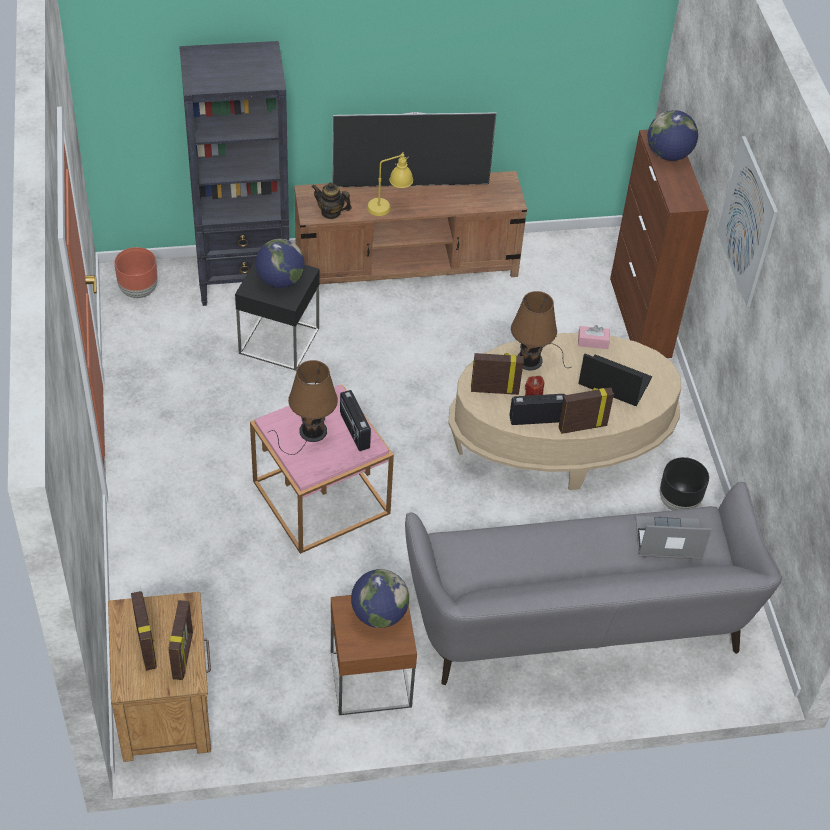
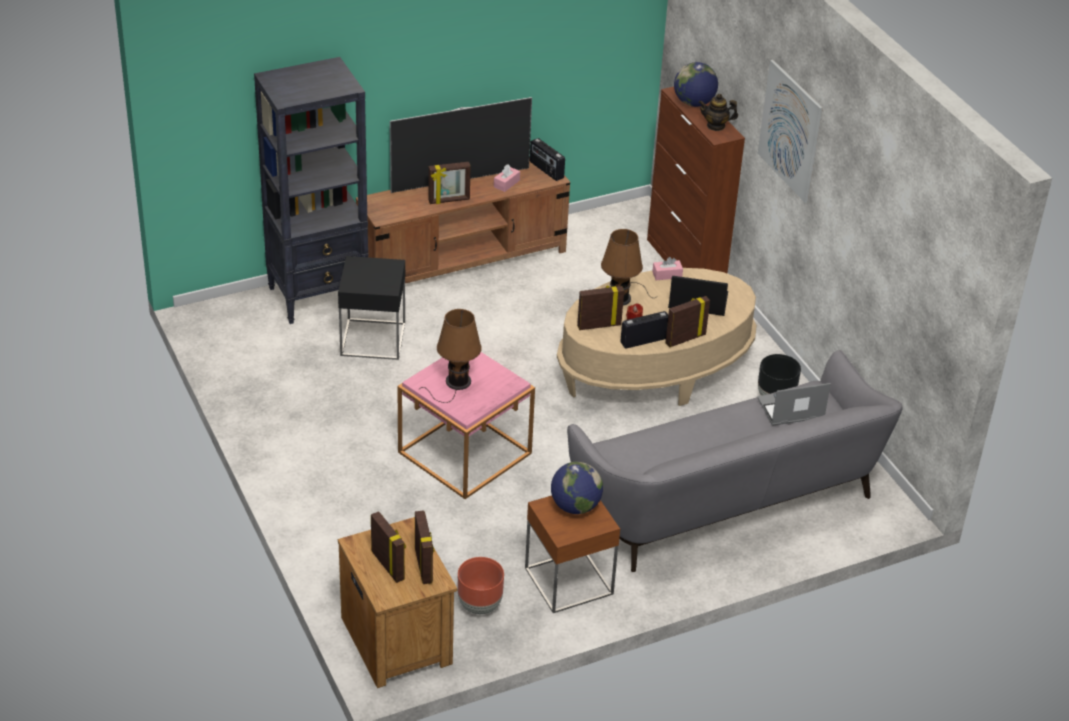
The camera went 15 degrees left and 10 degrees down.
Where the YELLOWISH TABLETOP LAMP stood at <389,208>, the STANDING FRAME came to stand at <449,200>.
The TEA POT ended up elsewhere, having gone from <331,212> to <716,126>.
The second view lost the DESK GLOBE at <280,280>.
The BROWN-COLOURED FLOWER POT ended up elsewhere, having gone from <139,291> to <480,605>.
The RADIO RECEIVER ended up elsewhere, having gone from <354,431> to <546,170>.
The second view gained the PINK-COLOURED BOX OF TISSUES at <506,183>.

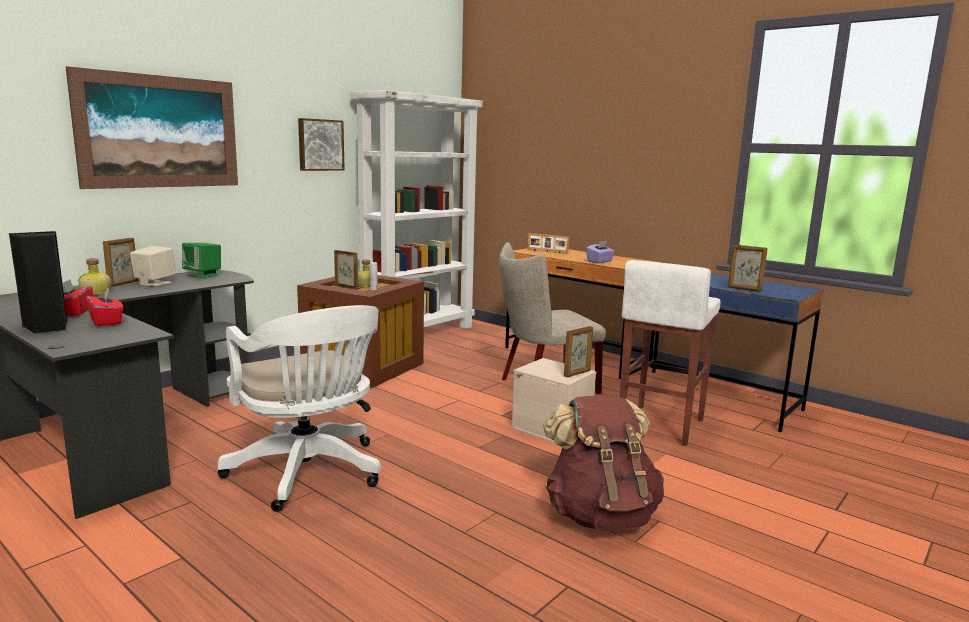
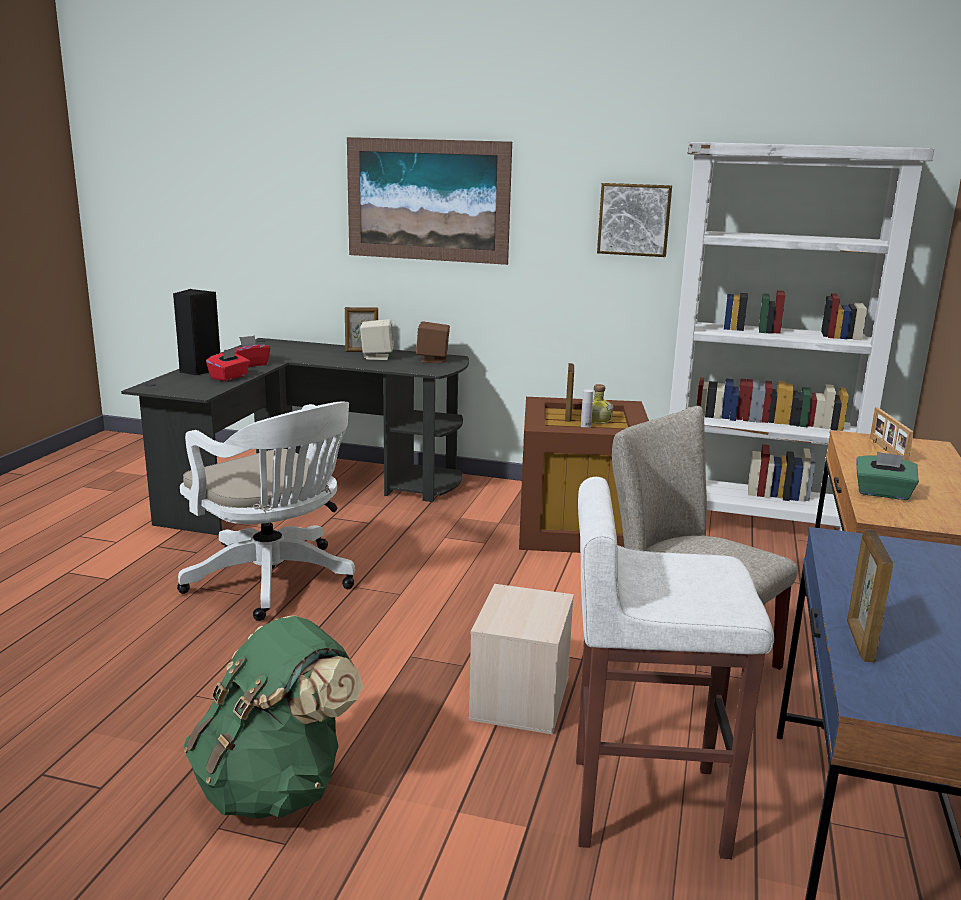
The camera went 65 degrees right and 5 degrees up.
What was the PURPLE-COLOURED BOX OF TISSUES at <599,261> turned into the GREEN-COLOURED BOX OF TISSUES at <882,493>.
What was the GREEN-COLOURED AUDIO SPEAKER at <203,275> turned into the BROWN-COLOURED AUDIO SPEAKER at <433,360>.
The second view lost the BEVERAGE BOTTLE at <96,292>.
The WHITE OFFICE CHAIR at <309,474> ended up facing another way, 75 degrees counterclockwise from before.
The second view lost the STANDING FRAME at <577,373>.
What was the BROWN-COLOURED KNAPSACK at <600,515> turned into the GREEN-COLOURED KNAPSACK at <276,786>.

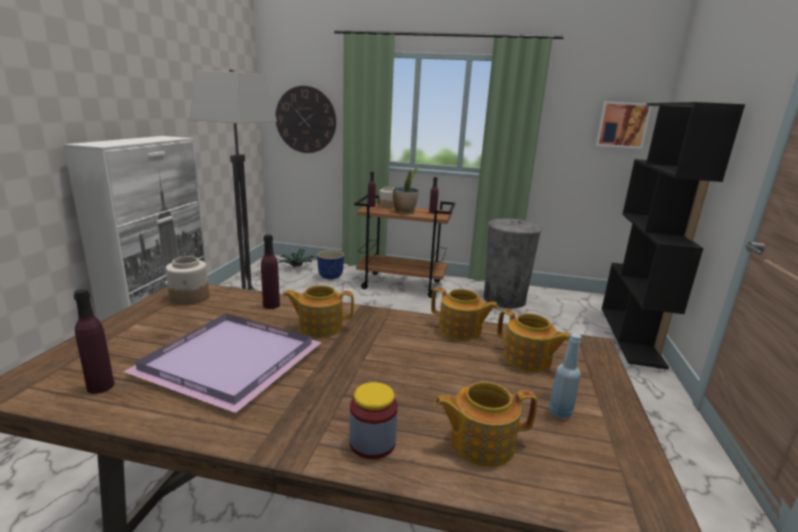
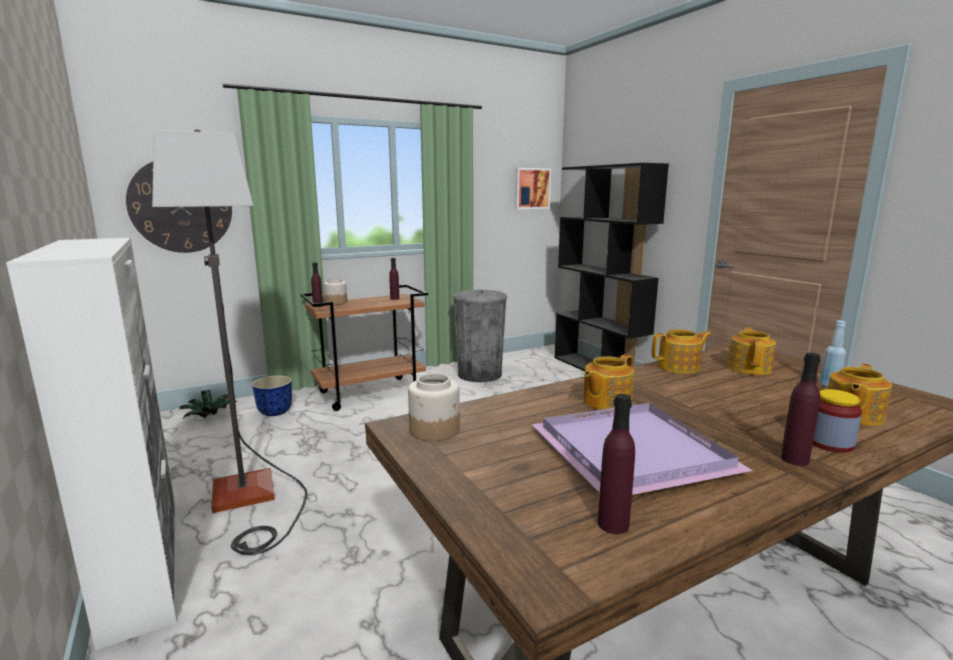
The camera went 40 degrees left and 5 degrees down.
The second view lost the HOUSEPLANT at <404,212>.
The PURPLE-COLOURED BEVERAGE BOTTLE ended up elsewhere, having gone from <271,305> to <794,459>.
The TEA POT at <527,360> ended up facing another way, 75 degrees counterclockwise from before.

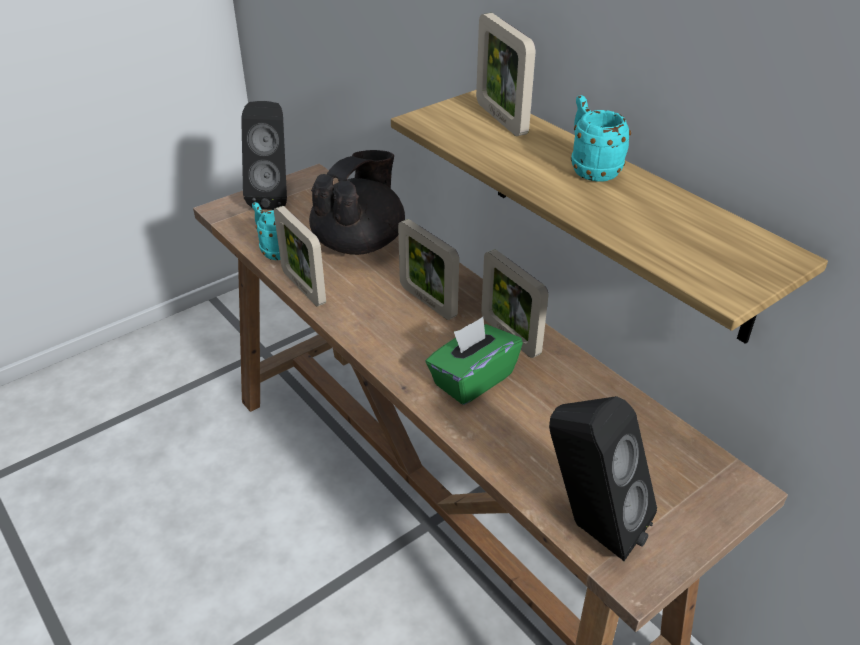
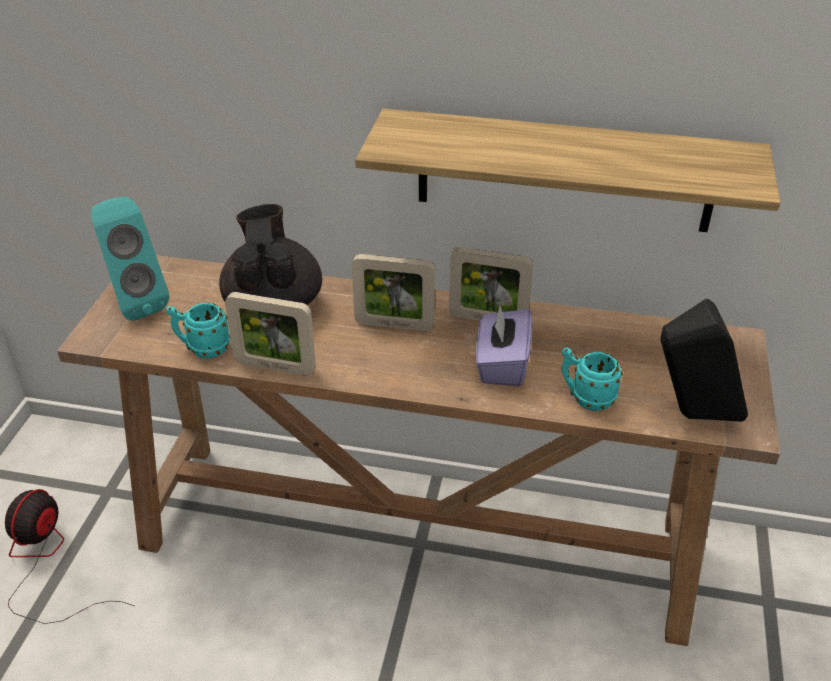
The camera went 40 degrees left and 0 degrees up.
The second view lost the STANDING FRAME at <501,119>.
The TURQUOISE TEA MUG ended up elsewhere, having gone from <590,169> to <586,398>.
What was the BLACK AUDIO SPEAKER at <275,198> turned into the TURQUOISE AUDIO SPEAKER at <135,303>.
What was the GREEN-COLOURED BOX OF TISSUES at <472,379> turned into the PURPLE-COLOURED BOX OF TISSUES at <501,365>.
The second view gained the COOLING FAN at <47,564>.

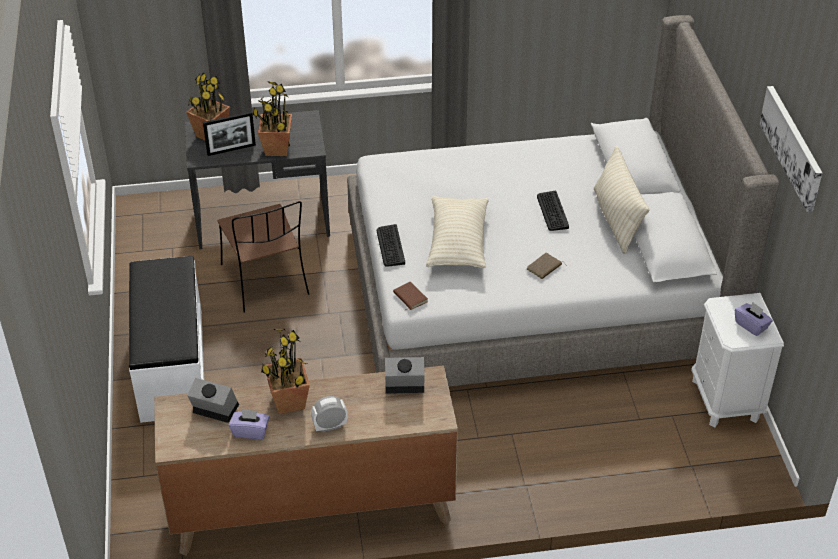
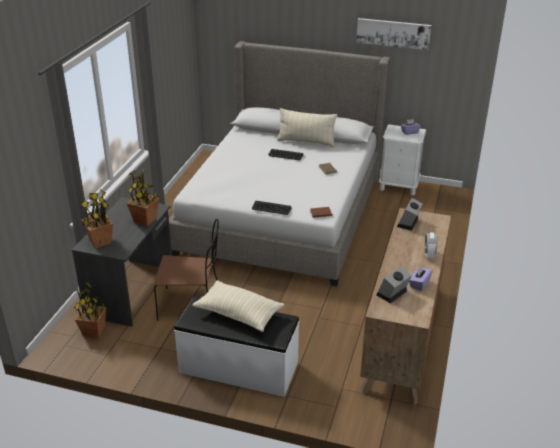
The camera went 65 degrees left and 10 degrees down.
The second view lost the STANDING FRAME at <231,150>.
The BEIGE-COLOURED PILLOW ended up elsewhere, having gone from <457,243> to <238,314>.
The HOUSEPLANT ended up elsewhere, having gone from <289,402> to <94,332>.

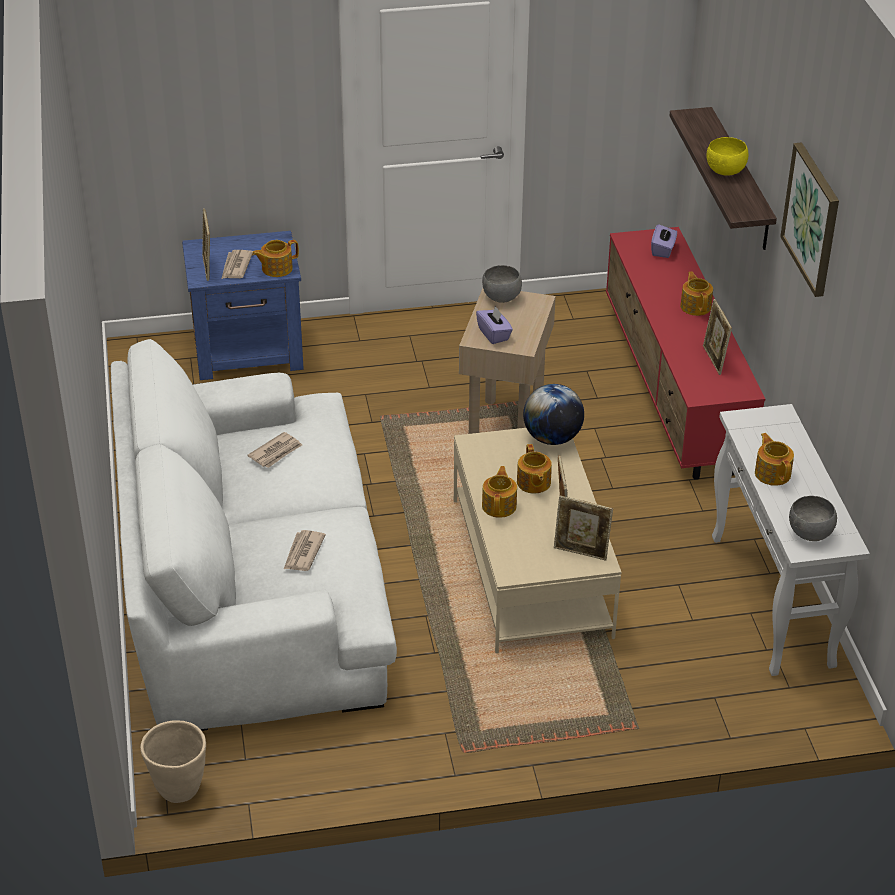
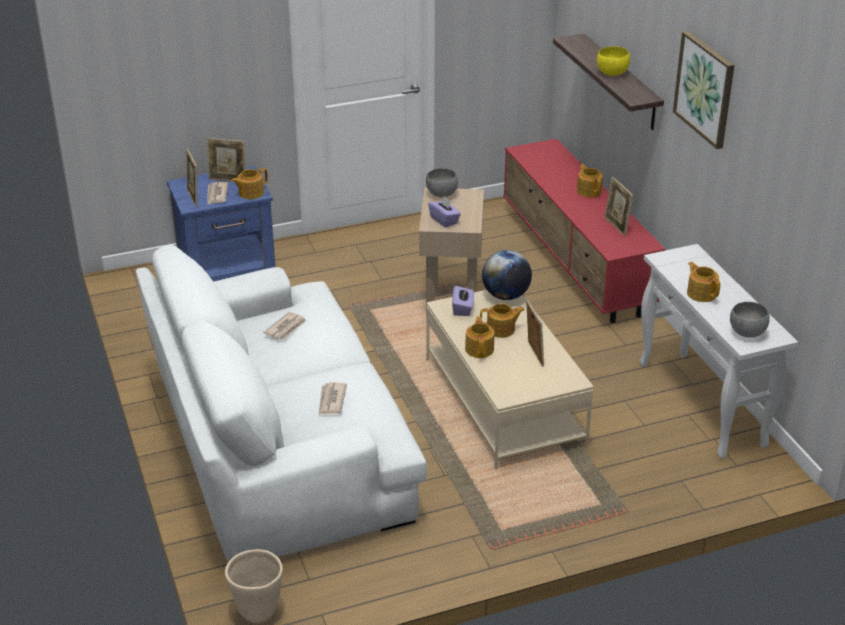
The camera went 10 degrees left and 5 degrees down.
The PURPLE-COLOURED BOX OF TISSUES ended up elsewhere, having gone from <663,250> to <462,309>.
The TEA POT at <533,483> ended up facing another way, 75 degrees counterclockwise from before.
The STANDING FRAME ended up elsewhere, having gone from <581,552> to <228,180>.

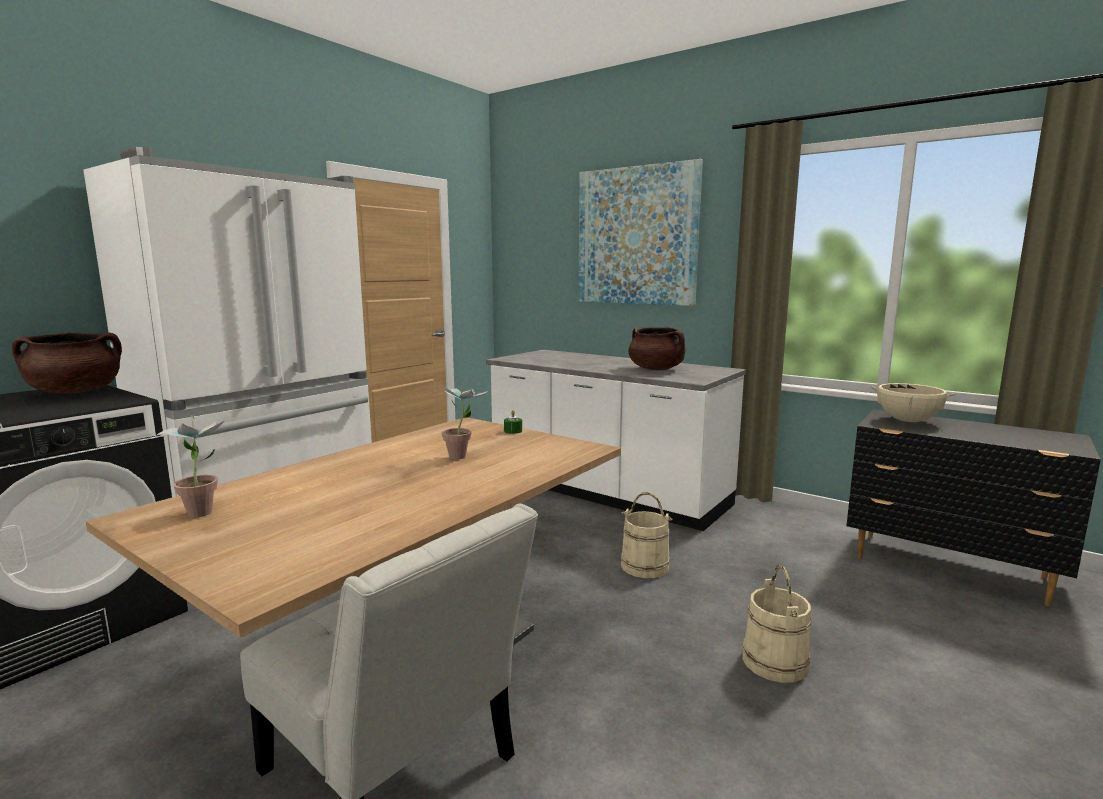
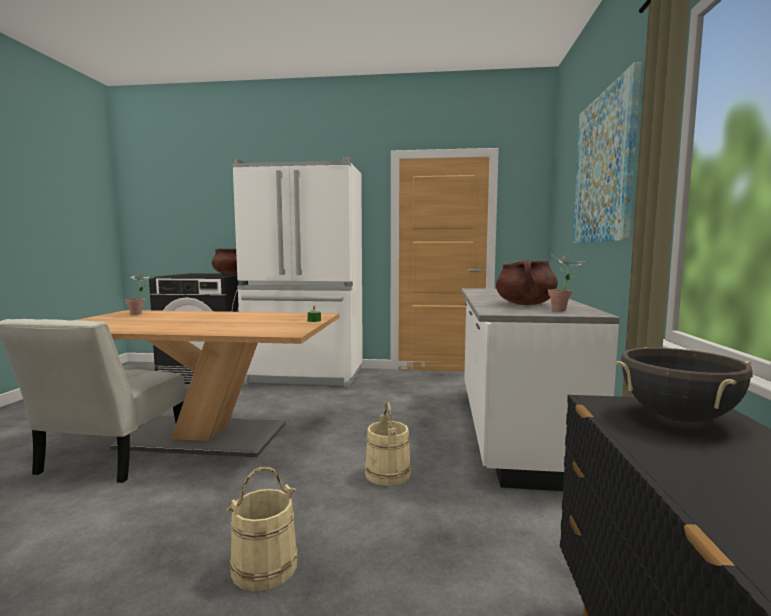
The camera went 60 degrees right and 5 degrees down.
The HOUSEPLANT ended up elsewhere, having gone from <463,455> to <564,310>.
What was the BEIGE-COLOURED COOKING POT at <907,421> turned into the BLACK COOKING POT at <677,418>.

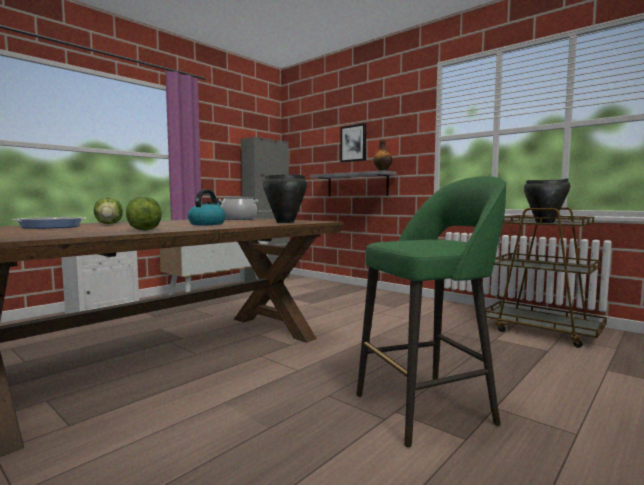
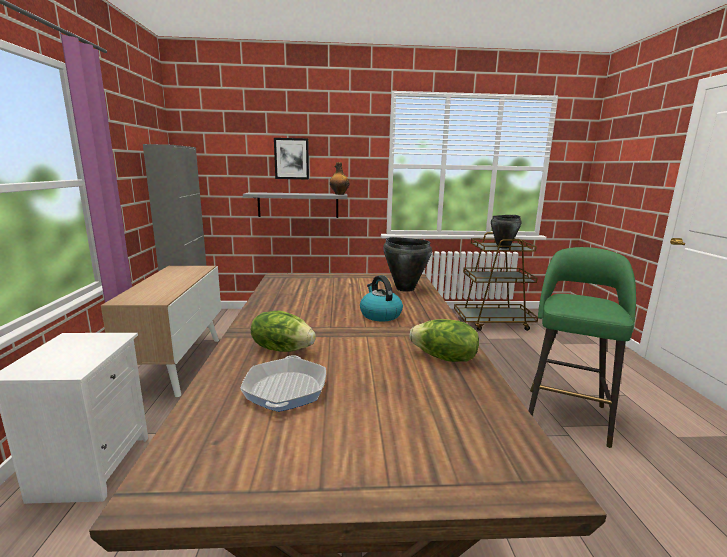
The camera went 45 degrees left and 10 degrees up.
The second view lost the COOKING POT at <239,219>.

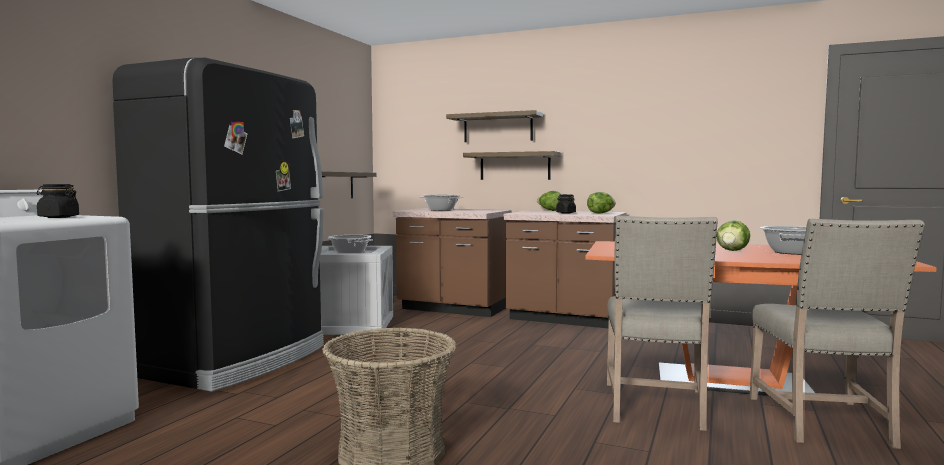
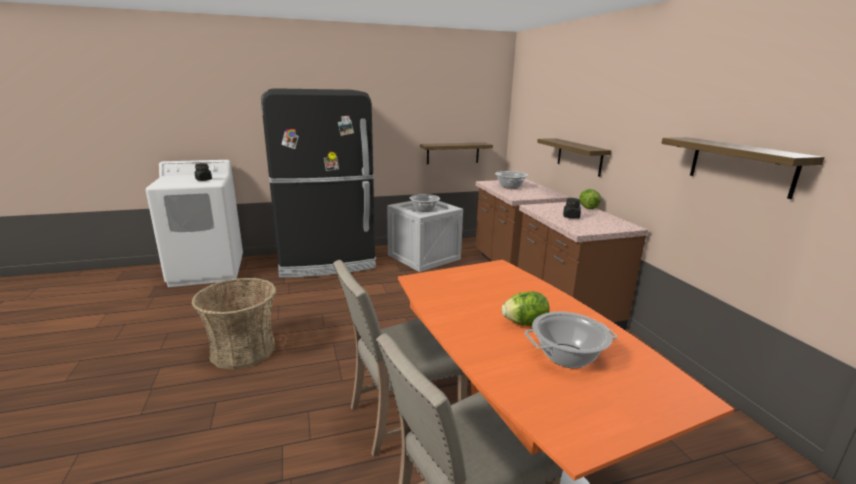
The camera went 50 degrees right and 15 degrees up.
The SHELF ended up elsewhere, having gone from <498,128> to <740,166>.
The second view lost the LETTUCE at <600,213>.

